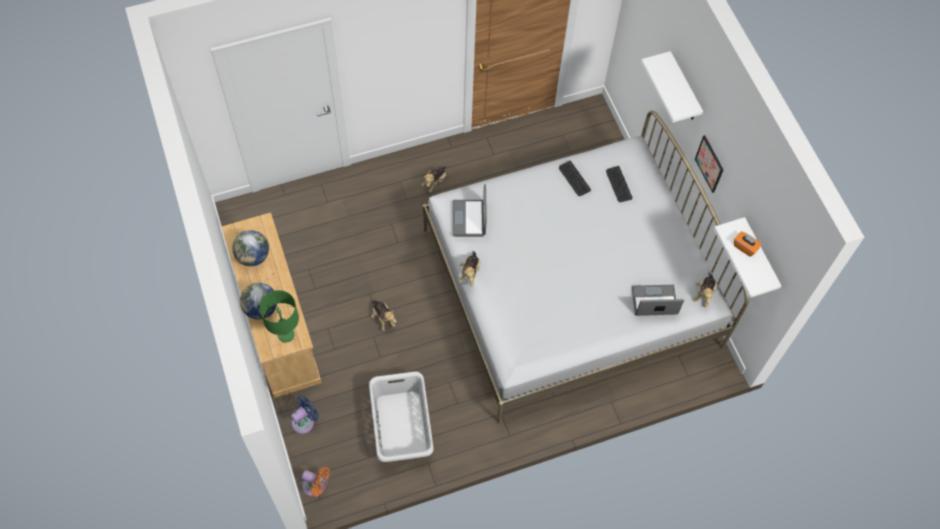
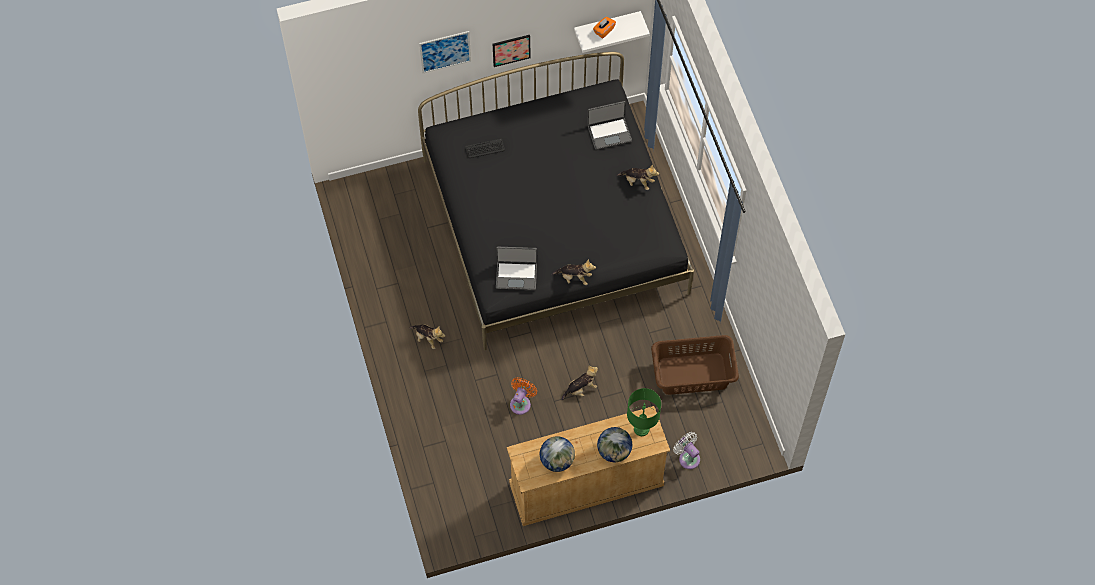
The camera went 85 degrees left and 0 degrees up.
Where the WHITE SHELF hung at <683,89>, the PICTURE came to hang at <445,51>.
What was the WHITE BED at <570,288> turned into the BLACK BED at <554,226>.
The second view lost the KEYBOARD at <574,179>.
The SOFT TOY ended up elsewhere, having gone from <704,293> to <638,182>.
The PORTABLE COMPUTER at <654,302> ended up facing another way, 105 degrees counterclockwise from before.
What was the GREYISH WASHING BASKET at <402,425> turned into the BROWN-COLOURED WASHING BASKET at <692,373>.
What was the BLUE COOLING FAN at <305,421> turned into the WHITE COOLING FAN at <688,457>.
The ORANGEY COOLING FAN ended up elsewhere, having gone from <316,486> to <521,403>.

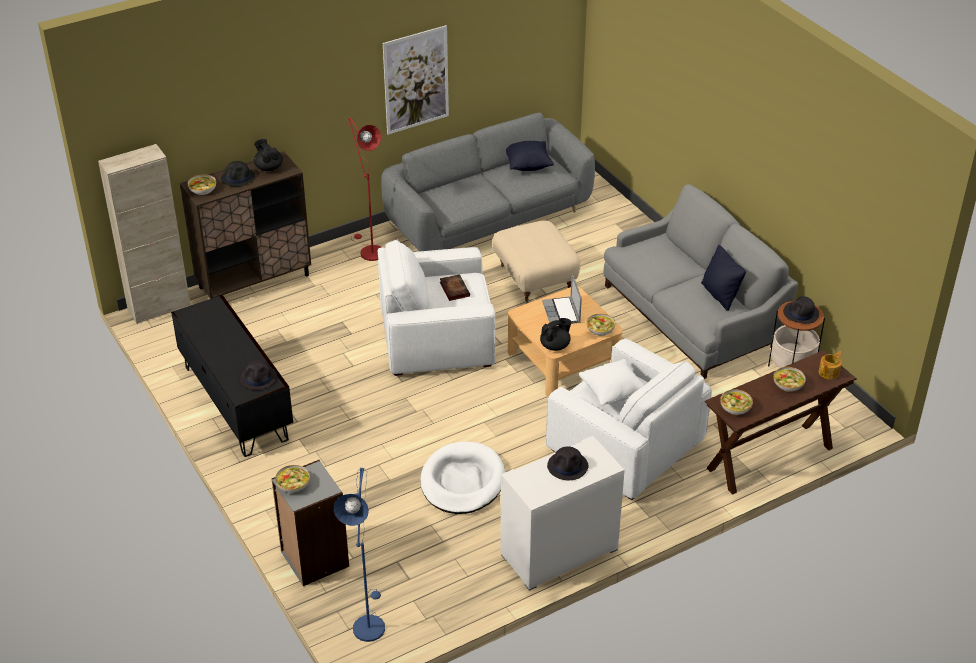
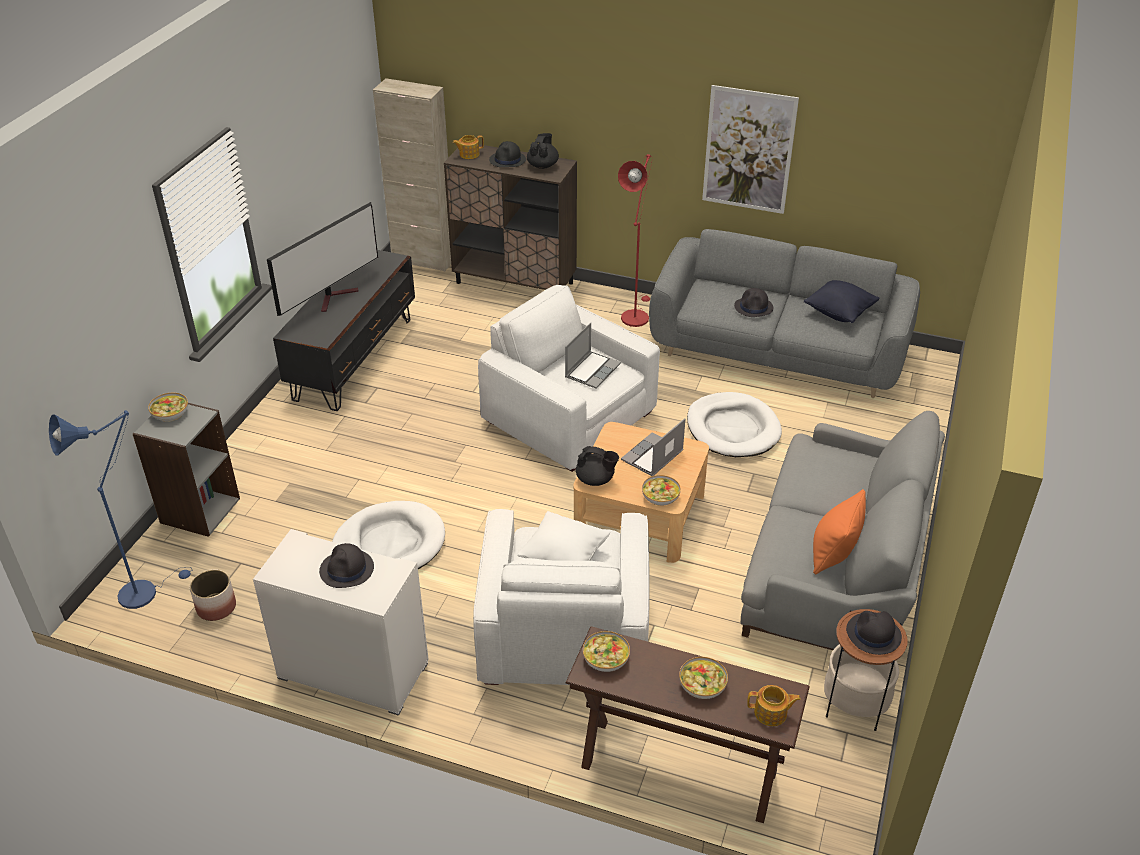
The camera went 50 degrees right and 0 degrees up.
Where the BOWL stood at <202,189>, the TEA POT came to stand at <468,154>.
Where the BEIGE-COLOURED POUFFE stood at <534,280>, the WHITE PET BED came to stand at <733,429>.
What was the BLACK PILLOW at <720,295> turned into the ORANGEY PILLOW at <833,554>.
Where the BOOK stood at <454,289>, the PORTABLE COMPUTER came to stand at <592,370>.
The BLACK WEARABLE HAT ended up elsewhere, having gone from <259,378> to <754,307>.
The second view gained the TELEVISION at <335,297>.
The second view gained the FLOWER POT at <216,607>.

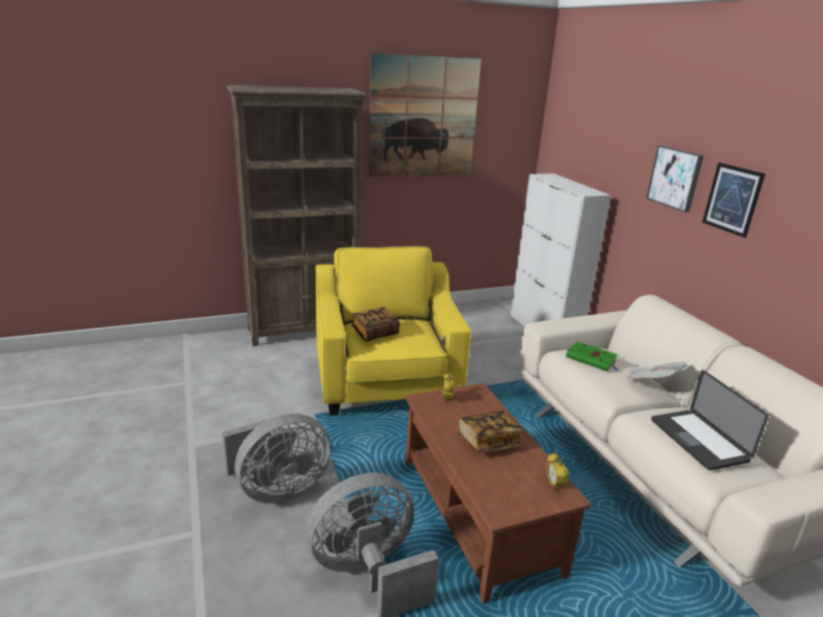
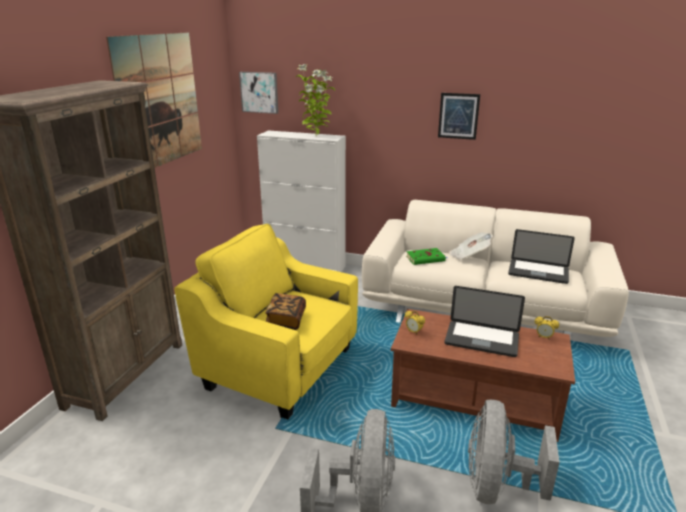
The camera went 50 degrees left and 0 degrees up.
The PICTURE ended up elsewhere, having gone from <675,178> to <259,92>.
Where the BOOK stood at <488,442>, the PORTABLE COMPUTER came to stand at <481,339>.
The second view gained the HOUSEPLANT at <316,136>.

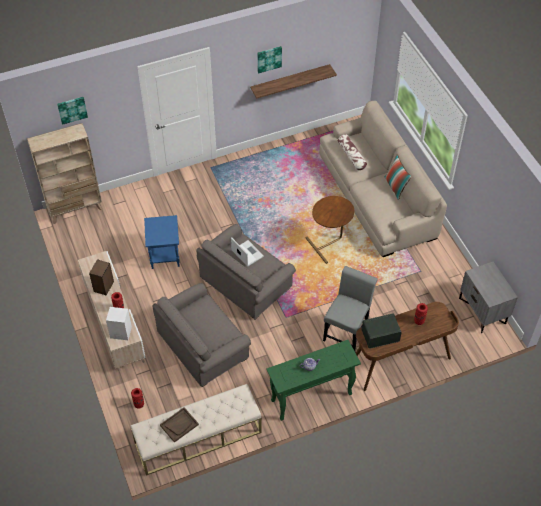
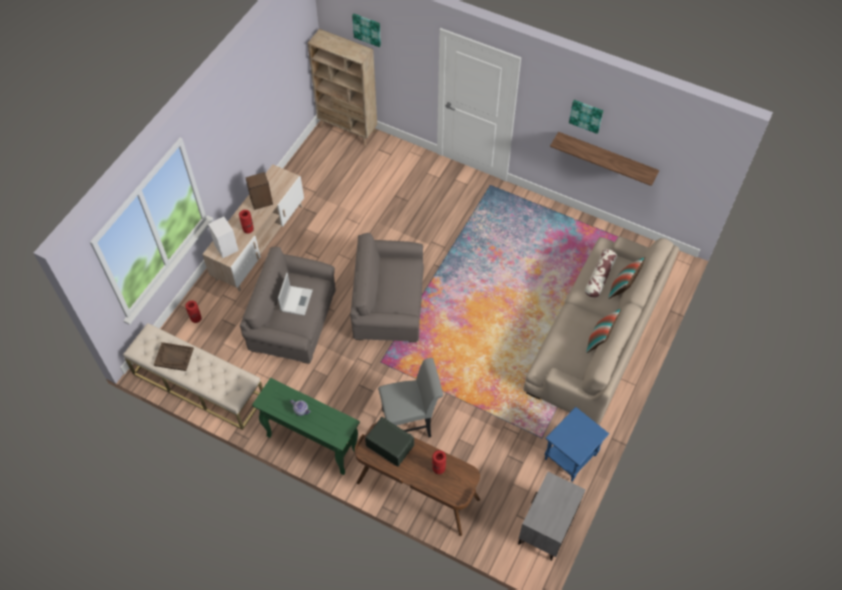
The camera went 50 degrees right and 5 degrees up.
The second view lost the BROWN-COLOURED END TABLE at <330,244>.
The BLUE END TABLE ended up elsewhere, having gone from <164,255> to <570,456>.
The PORTABLE COMPUTER ended up elsewhere, having gone from <247,253> to <296,300>.
The second view gained the PILLOW at <623,288>.

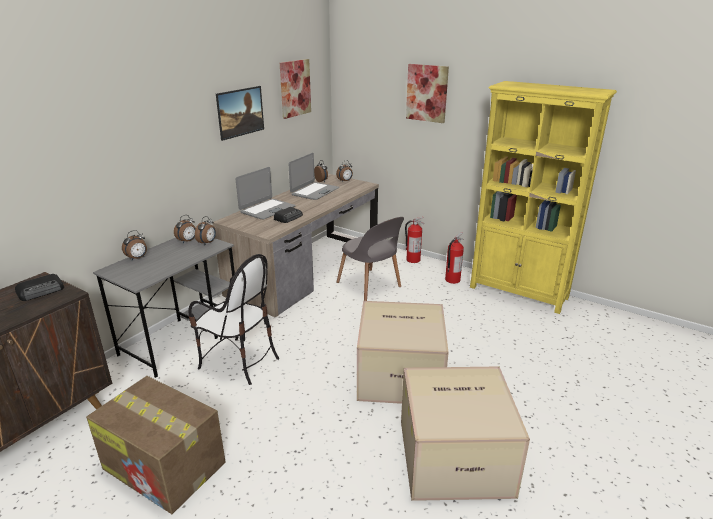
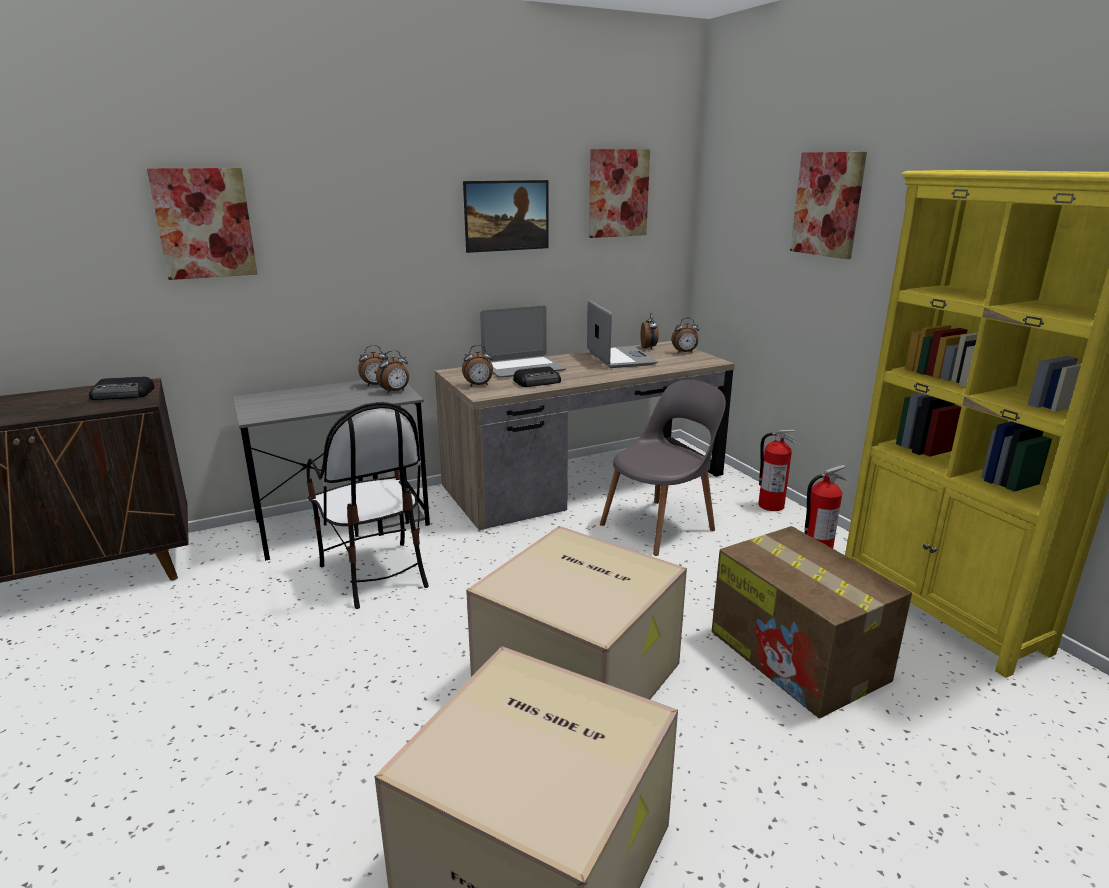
The camera went 30 degrees right and 5 degrees down.
The PORTABLE COMPUTER at <314,191> ended up facing another way, 75 degrees counterclockwise from before.
The GREYISH CHAIR at <370,286> ended up facing another way, 120 degrees counterclockwise from before.
The TABLE CLOCK ended up elsewhere, having gone from <137,258> to <478,385>.
The CARDBOARD BOX ended up elsewhere, having gone from <165,466> to <799,657>.
The second view gained the PICTURE at <204,223>.

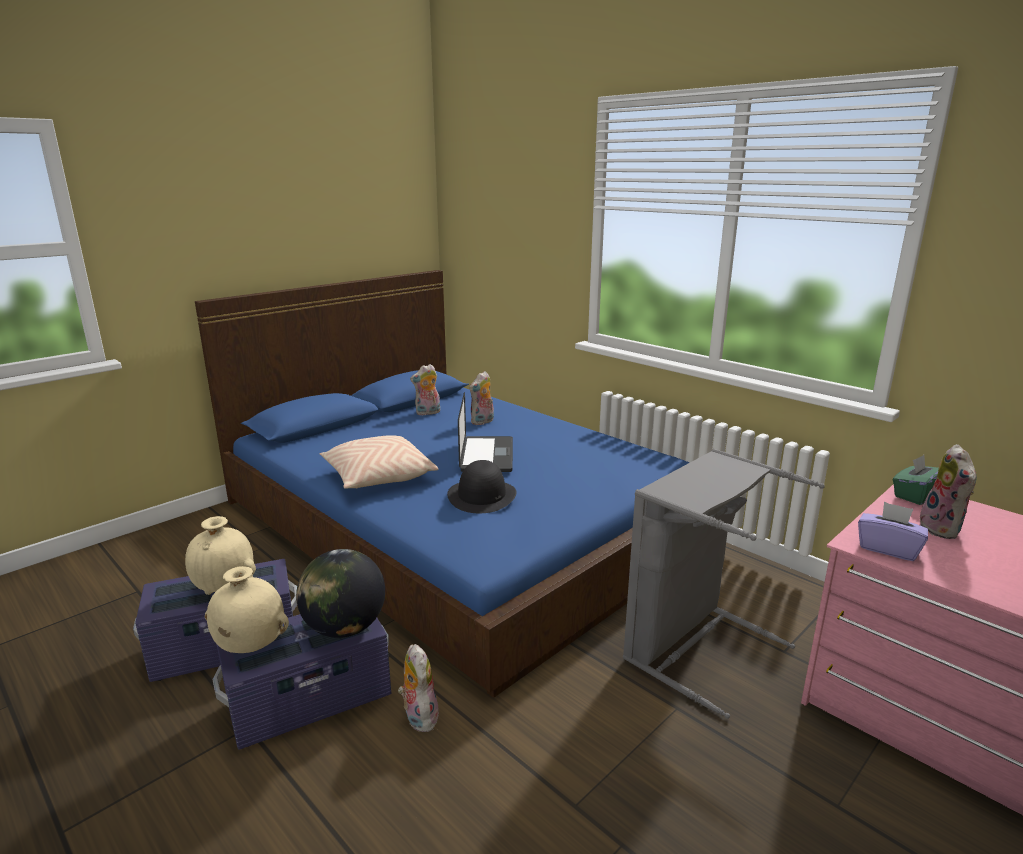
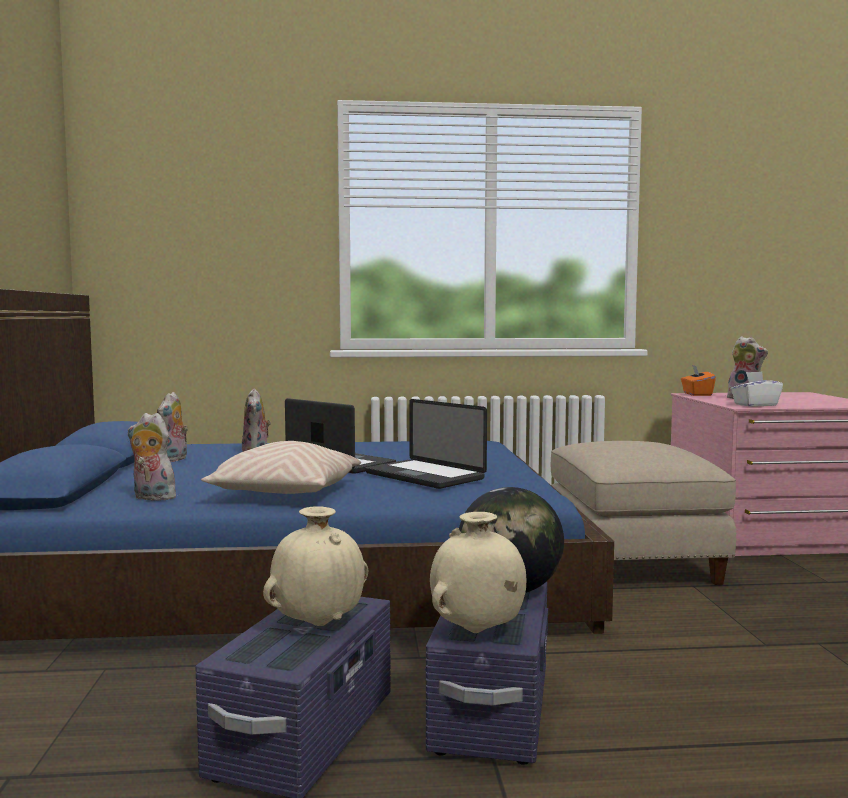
The camera went 50 degrees left and 15 degrees down.
Where the GREYISH WASHING BASKET stood at <693,645>, the BEIGE-COLOURED POUFFE came to stand at <629,560>.
What was the GREEN-COLOURED BOX OF TISSUES at <915,495> turned into the ORANGEY BOX OF TISSUES at <696,394>.
Where the BLACK WEARABLE HAT stood at <482,495>, the PORTABLE COMPUTER came to stand at <424,476>.
What was the PURPLE-COLOURED BOX OF TISSUES at <888,548> turned into the WHITE BOX OF TISSUES at <755,405>.
The SOFT TOY ended up elsewhere, having gone from <418,716> to <151,498>.

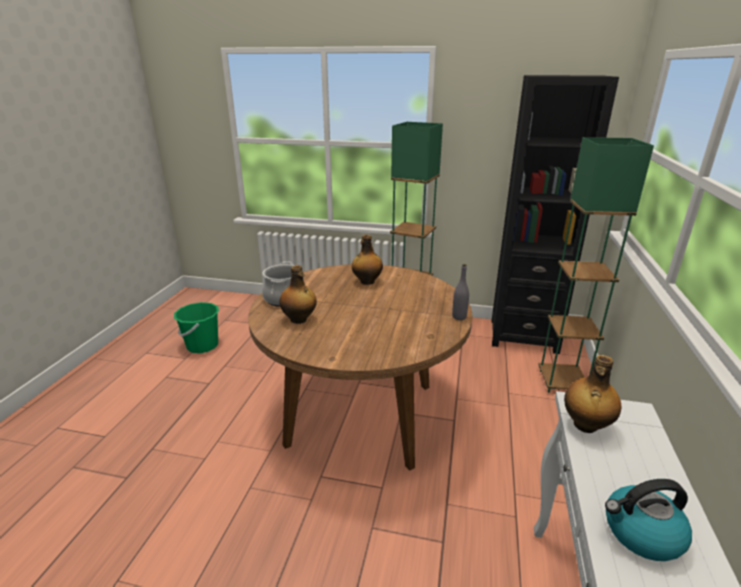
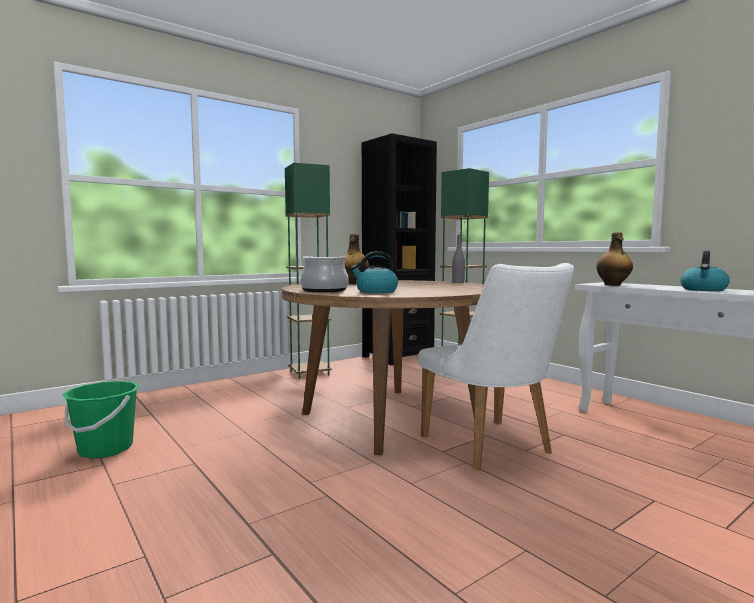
The camera went 50 degrees left and 20 degrees down.
Where the BEVERAGE BOTTLE stood at <299,320>, the TEA KETTLE came to stand at <376,291>.
The second view gained the WHITE CHAIR at <493,448>.

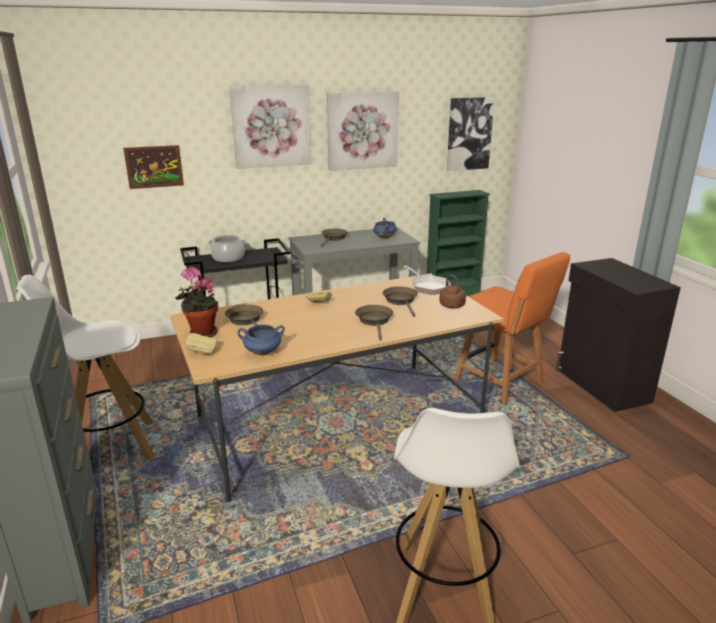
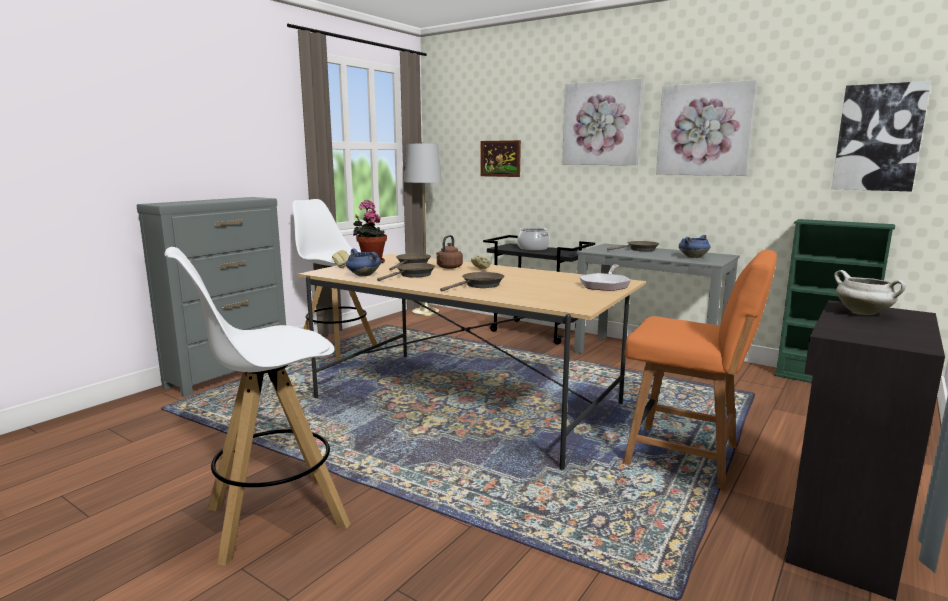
The camera went 55 degrees right and 10 degrees down.
The ORANGEY CHAIR at <501,383> ended up facing another way, 75 degrees counterclockwise from before.
The BROWN-COLOURED TEA KETTLE ended up elsewhere, having gone from <453,306> to <448,268>.
The BROWN-COLOURED FRYING PAN ended up elsewhere, having gone from <401,301> to <413,275>.
The second view gained the GREYISH FLOOR LAMP at <425,312>.
The second view gained the WHITE COOKING POT at <864,313>.

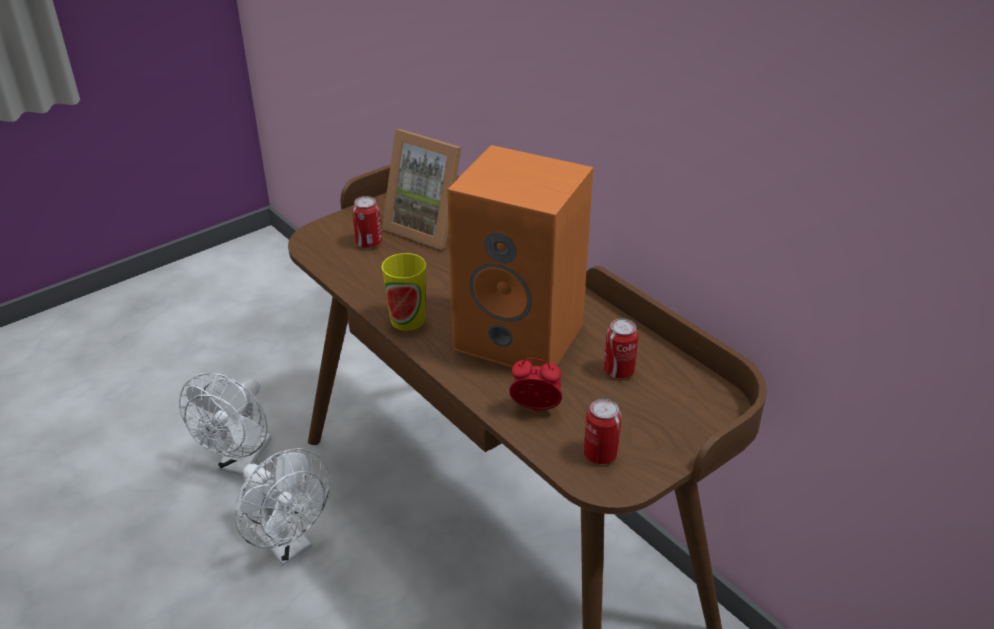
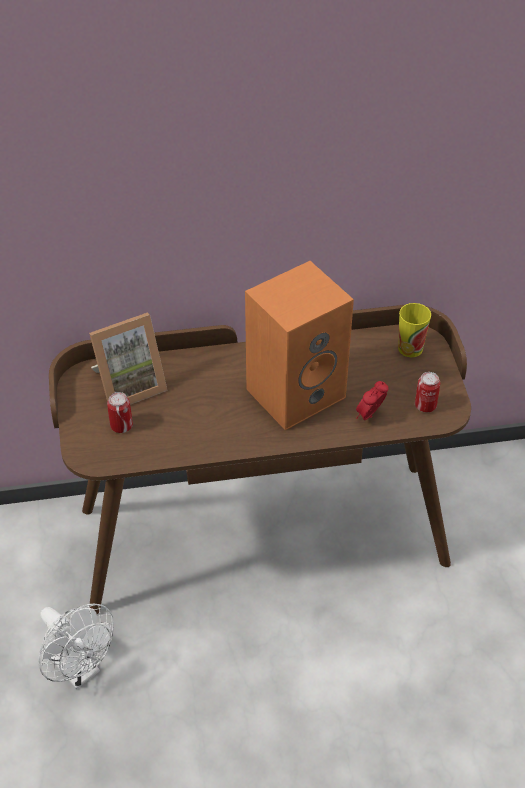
The camera went 60 degrees left and 10 degrees up.
The SMALL CUP ended up elsewhere, having gone from <407,320> to <410,348>.
The second view lost the CAN at <618,370>.
The second view lost the WHITE COOLING FAN at <288,545>.

